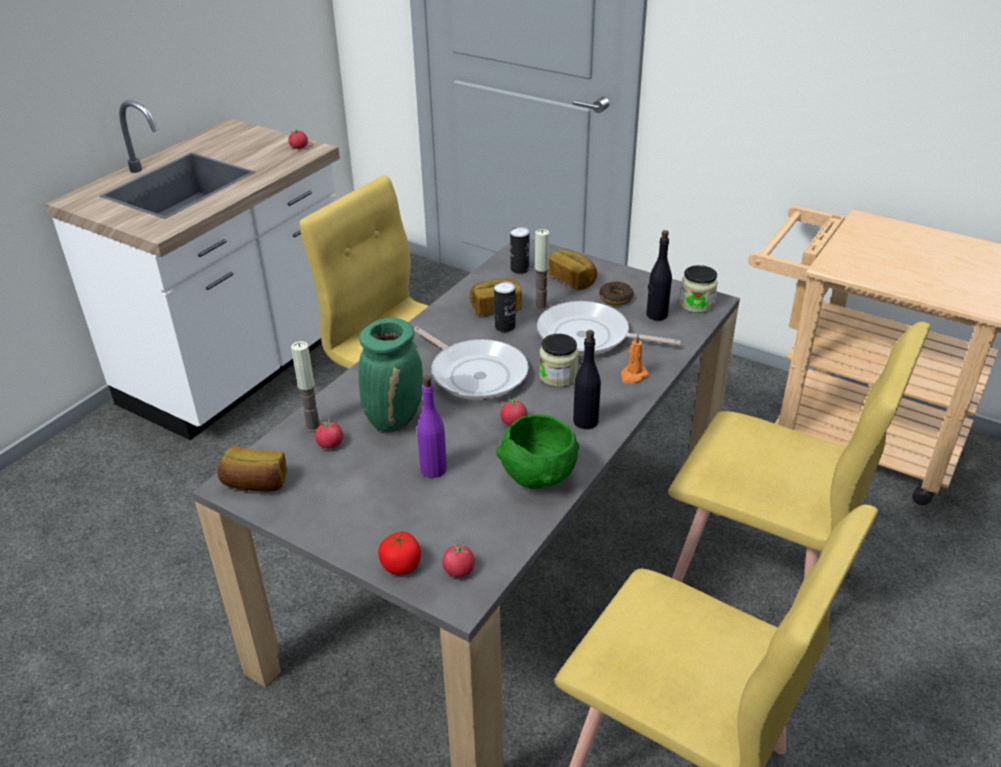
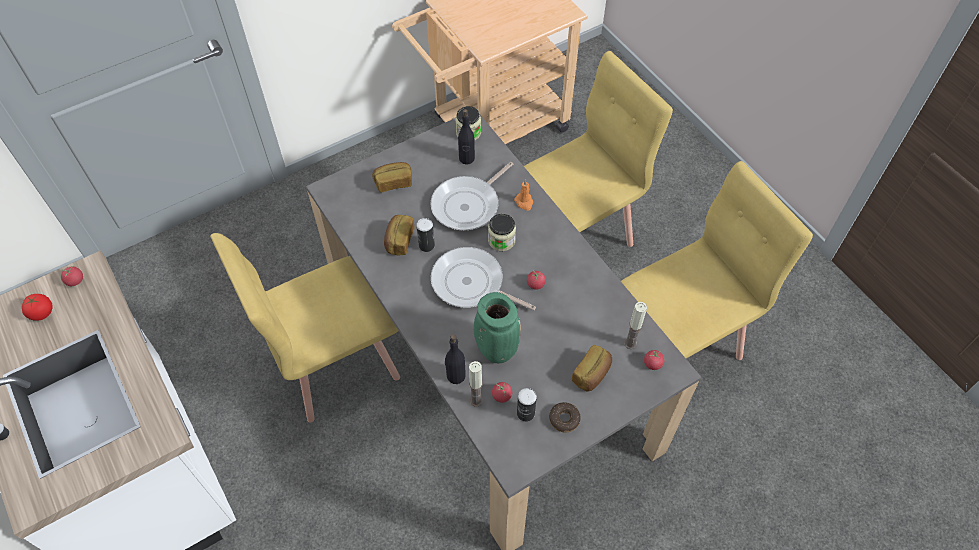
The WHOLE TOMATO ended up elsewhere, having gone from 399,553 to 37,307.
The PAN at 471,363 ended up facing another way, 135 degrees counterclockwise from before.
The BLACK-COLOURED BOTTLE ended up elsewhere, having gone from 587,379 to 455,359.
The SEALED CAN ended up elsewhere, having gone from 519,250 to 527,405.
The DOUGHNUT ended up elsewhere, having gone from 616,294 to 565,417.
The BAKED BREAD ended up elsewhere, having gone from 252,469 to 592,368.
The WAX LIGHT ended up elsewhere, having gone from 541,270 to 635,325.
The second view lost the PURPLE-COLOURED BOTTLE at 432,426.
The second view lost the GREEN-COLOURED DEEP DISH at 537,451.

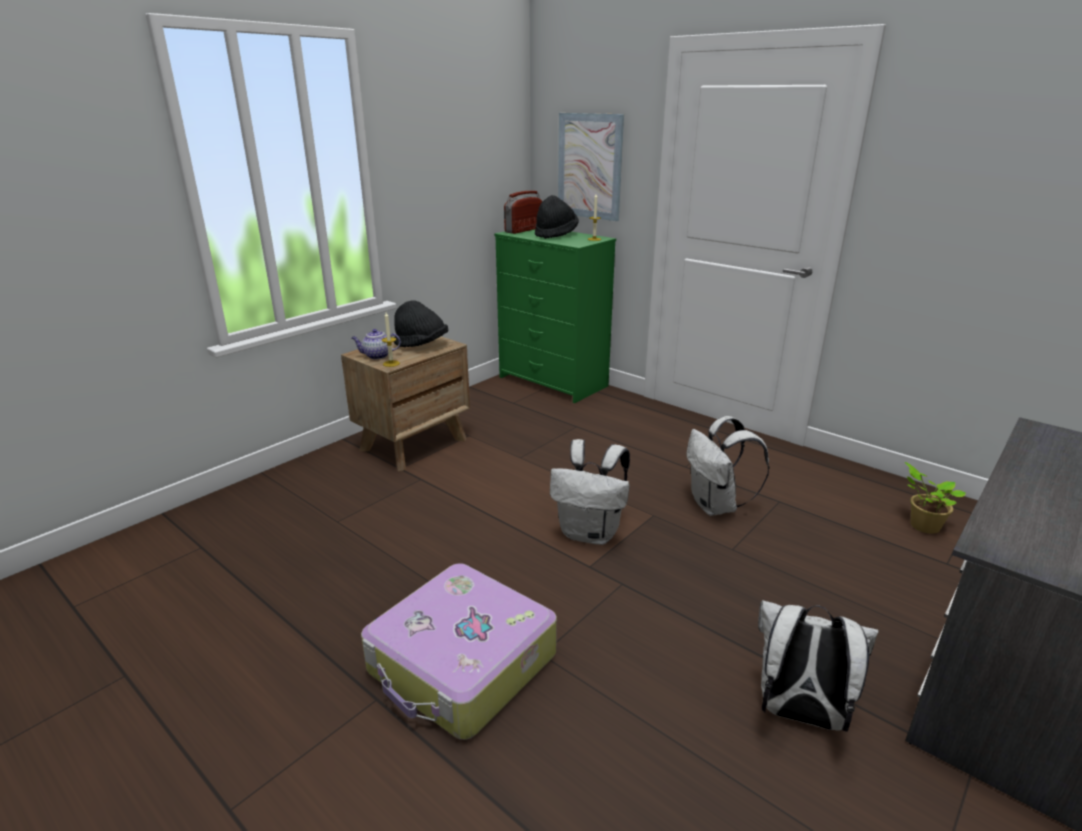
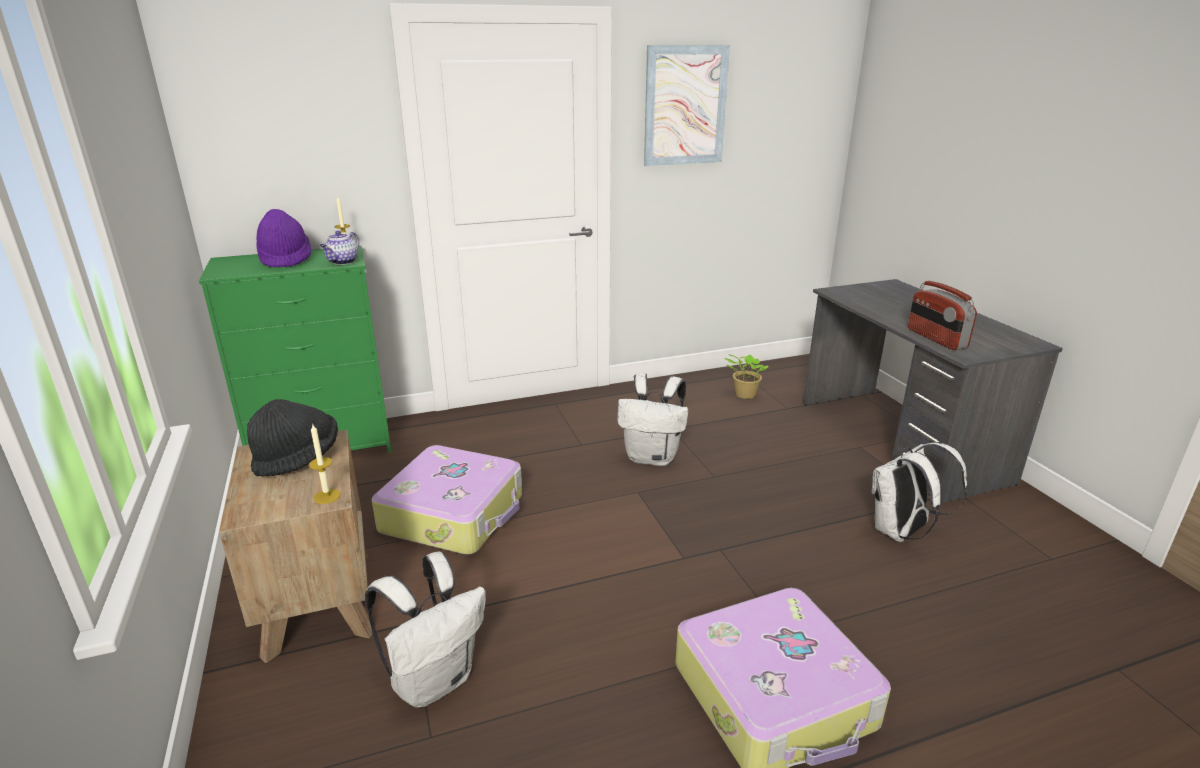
What was the BLACK-COLOURED HAT at 557,217 turned into the PURPLE-COLOURED HAT at 284,238.
The TEAPOT ended up elsewhere, having gone from 376,344 to 339,248.
The WHITE-COLOURED KNAPSACK ended up elsewhere, having gone from 590,492 to 425,629.
The second view gained the PIECE OF LUGGAGE at 447,500.
The WALL ART ended up elsewhere, having gone from 591,167 to 687,105.
The RADIO RECEIVER ended up elsewhere, having gone from 523,212 to 942,315.

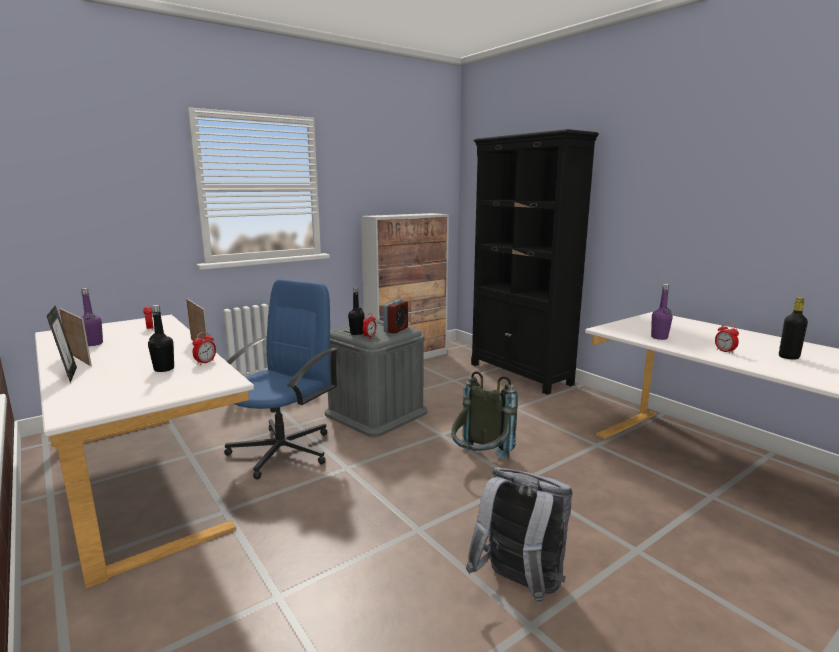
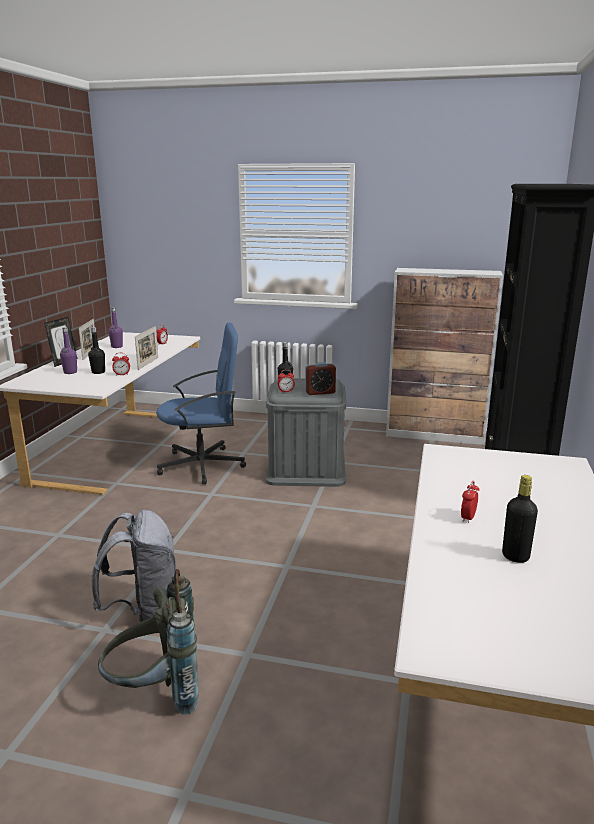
The PURPLE-COLOURED BOTTLE ended up elsewhere, having gone from 662,312 to 68,350.
The GREY KNAPSACK ended up elsewhere, having gone from 484,415 to 148,642.

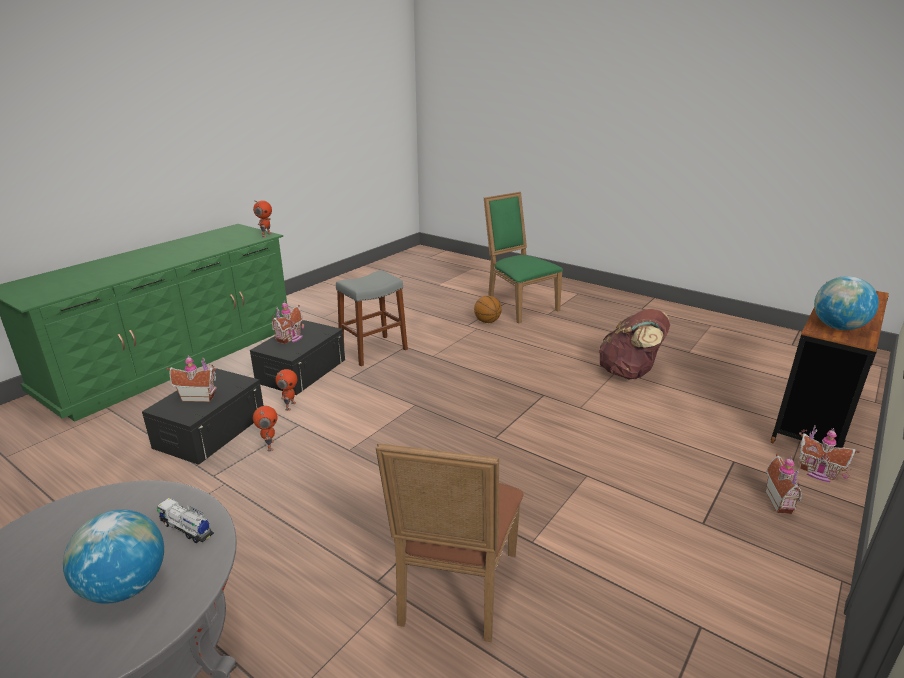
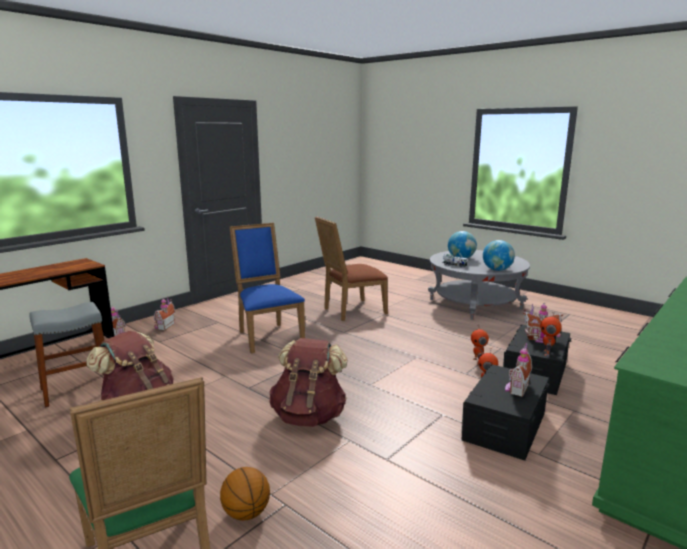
The GREY SITTING STOOL ended up elsewhere, having gone from 372,318 to 67,354.
The second view gained the BLUE CHAIR at 267,288.
The second view gained the BROWN-COLOURED KNAPSACK at 308,382.
The BROWN-COLOURED CHAIR at 449,542 ended up facing another way, 135 degrees counterclockwise from before.
The GLOBE ended up elsewhere, having gone from 846,303 to 499,255.
The MODEL ROBOT ended up elsewhere, having gone from 262,218 to 551,333.

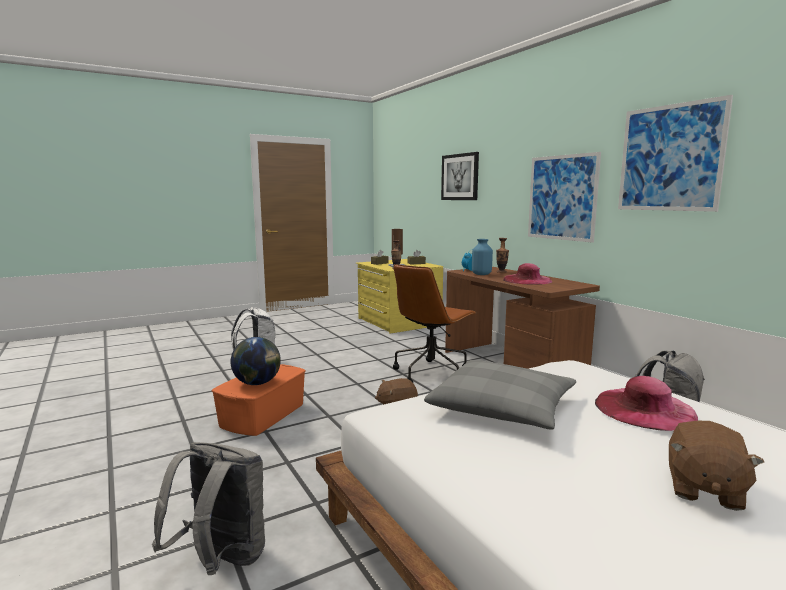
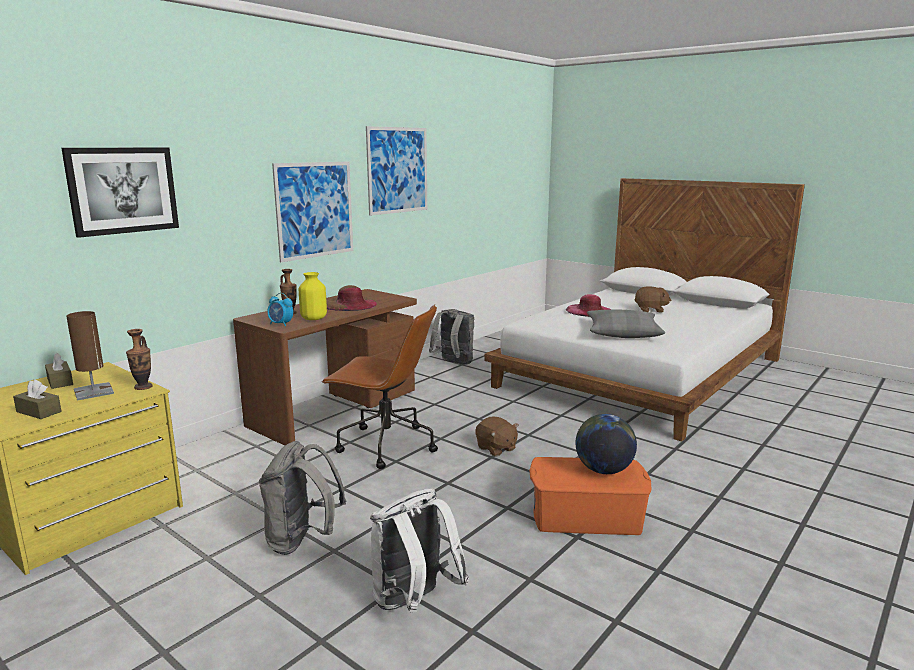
The GREY KNAPSACK ended up elsewhere, having gone from 208,508 to 302,498.
What was the BLUE FLOWER VASE at 482,257 turned into the YELLOWISH FLOWER VASE at 313,296.
What was the PINKISH HAT at 527,274 turned into the BROWN-COLOURED HAT at 351,298.

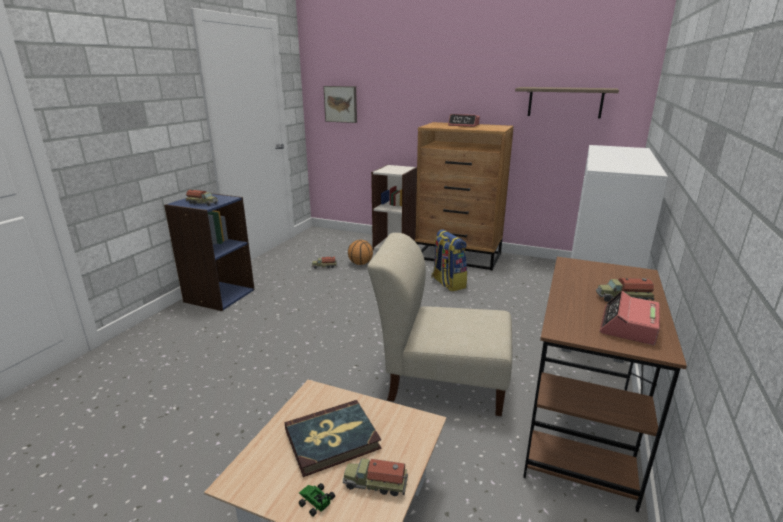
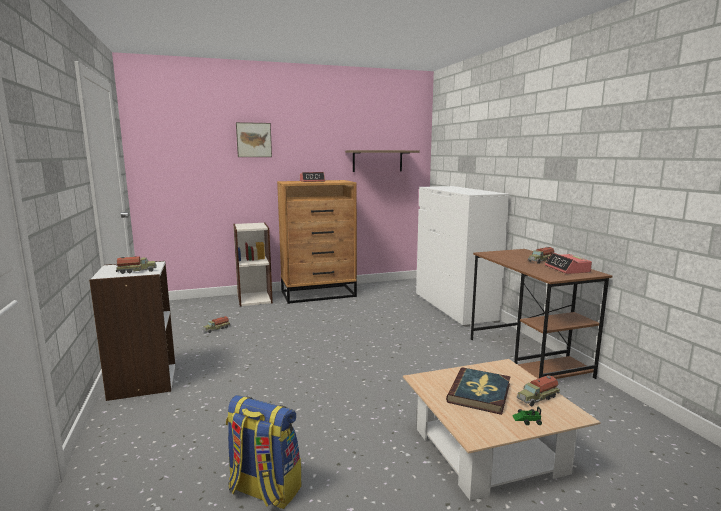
What was the BLUE BOOKCASE at 209,252 turned into the WHITE-COLOURED BOOKCASE at 132,331.
The KNAPSACK ended up elsewhere, having gone from 449,260 to 263,452.
The WALL ART ended up elsewhere, having gone from 340,104 to 254,139.
The second view lost the BASKETBALL BALL at 360,252.
The second view lost the SAND-COLOURED CHAIR at 439,324.

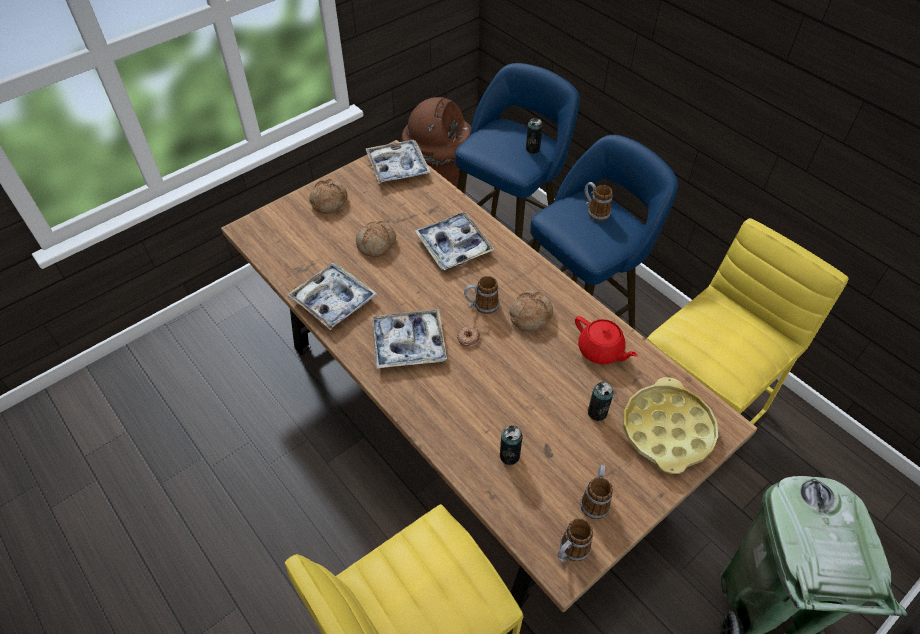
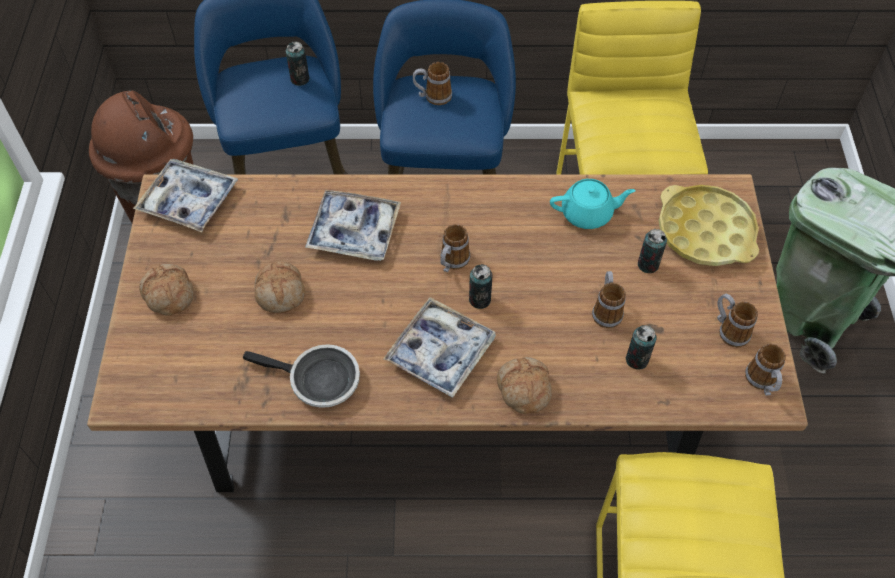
Where the SERVING TRAY stood at 332,296, the PAN came to stand at 301,376.
Where the DOUGHNUT stood at 468,336, the SEALED CAN came to stand at 480,286.
The BAKED BREAD ended up elsewhere, having gone from 531,311 to 524,385.
What was the RED TEAPOT at 606,340 turned into the TURQUOISE-COLOURED TEAPOT at 593,204.
The second view gained the TEA MUG at 609,299.

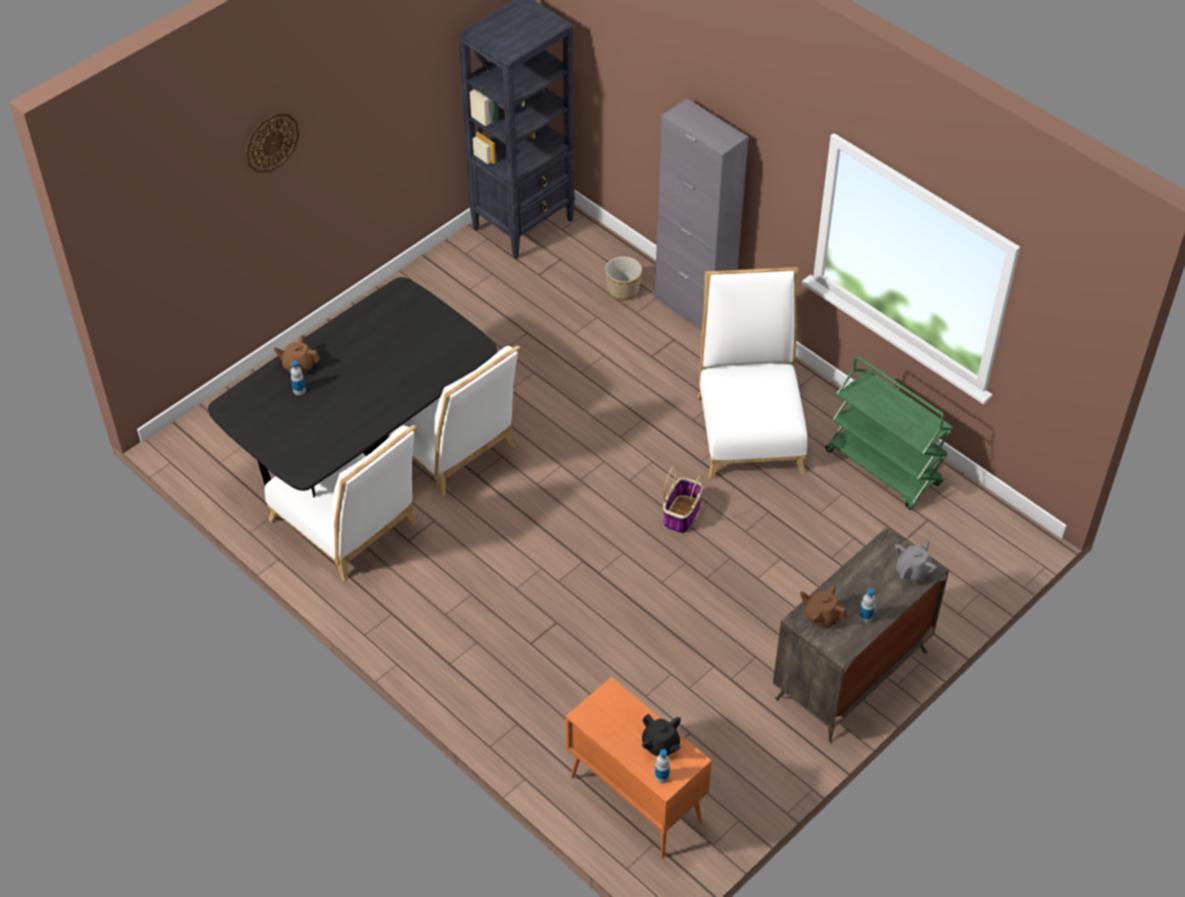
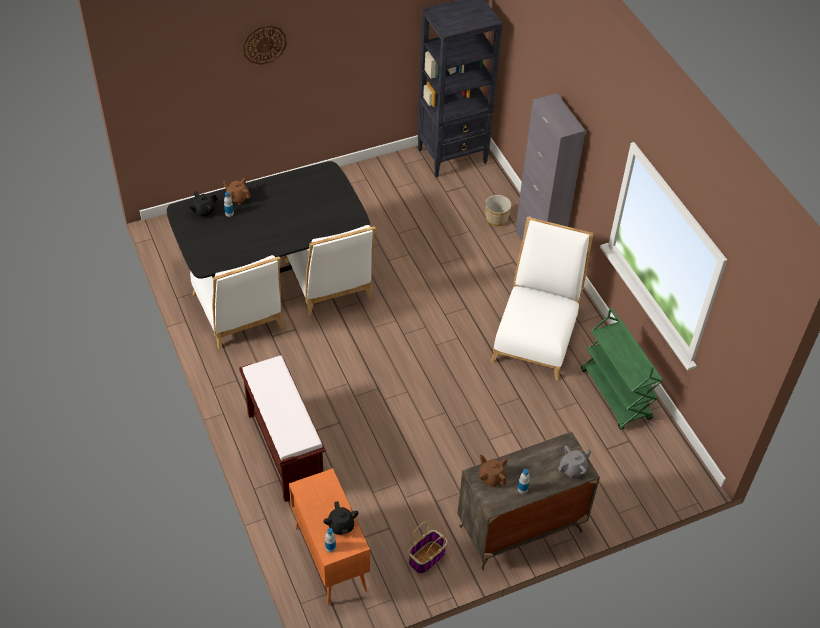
The second view gained the BLACK-COLOURED TEAPOT at 203,204.
The second view gained the BROWN-COLOURED INDOOR BENCH at 282,428.
The HOUSEHOLD BASKET ended up elsewhere, having gone from 683,499 to 428,547.

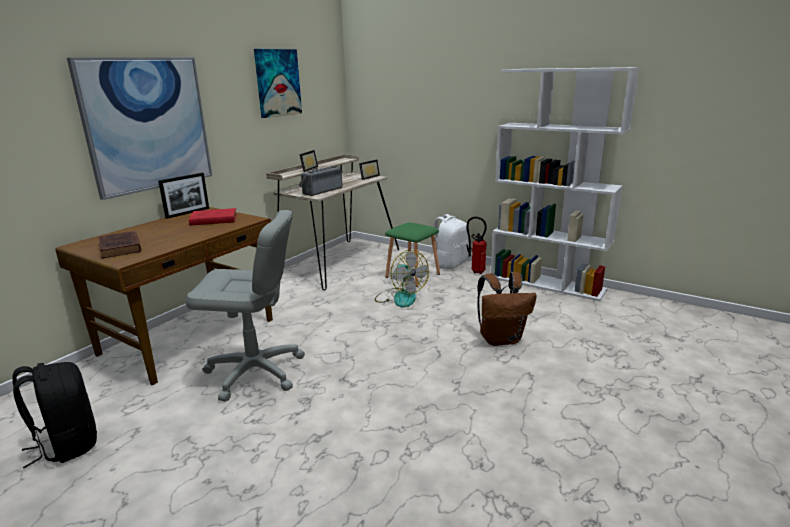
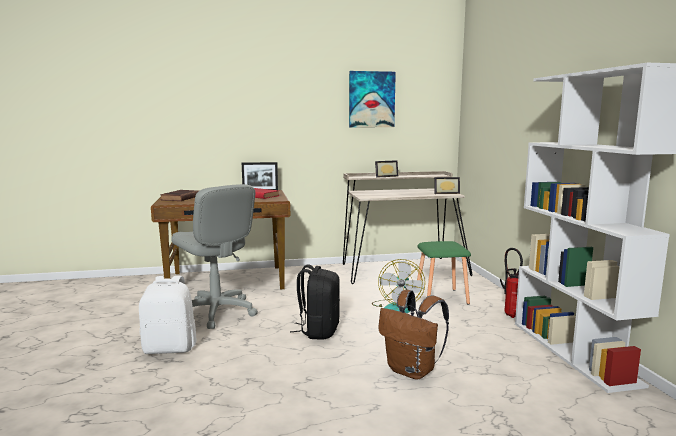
The WHITE-COLOURED KNAPSACK ended up elsewhere, having gone from 449,242 to 168,315.
The BLACK-COLOURED KNAPSACK ended up elsewhere, having gone from 54,415 to 315,302.
The second view lost the WALL ART at 139,128.
The second view lost the RADIO RECEIVER at 321,181.

